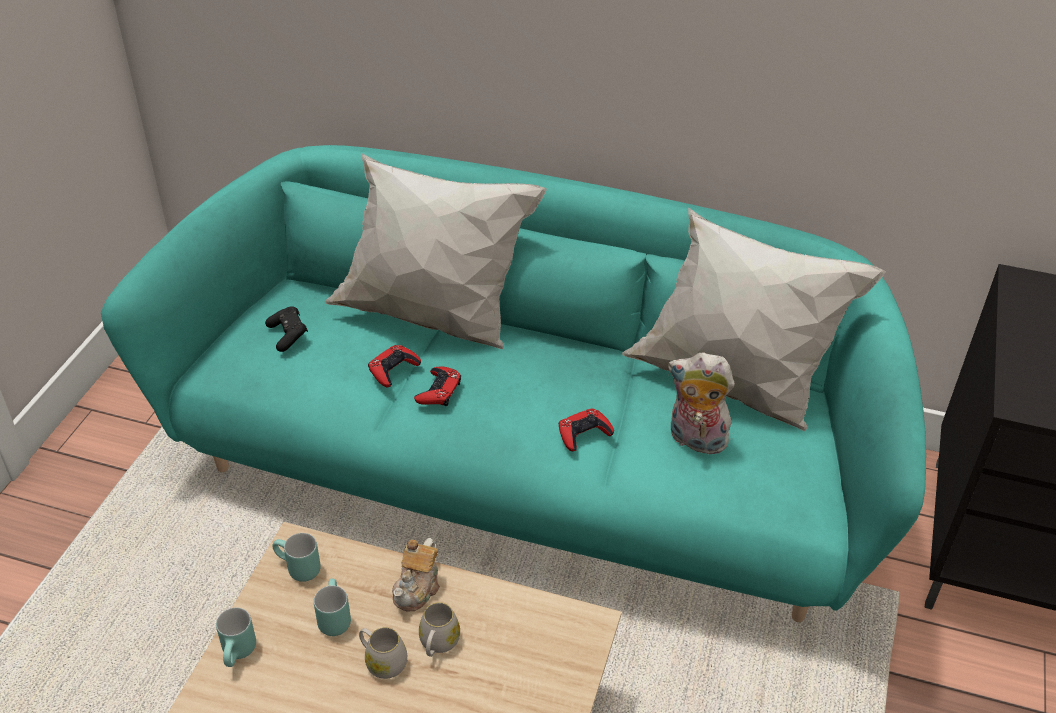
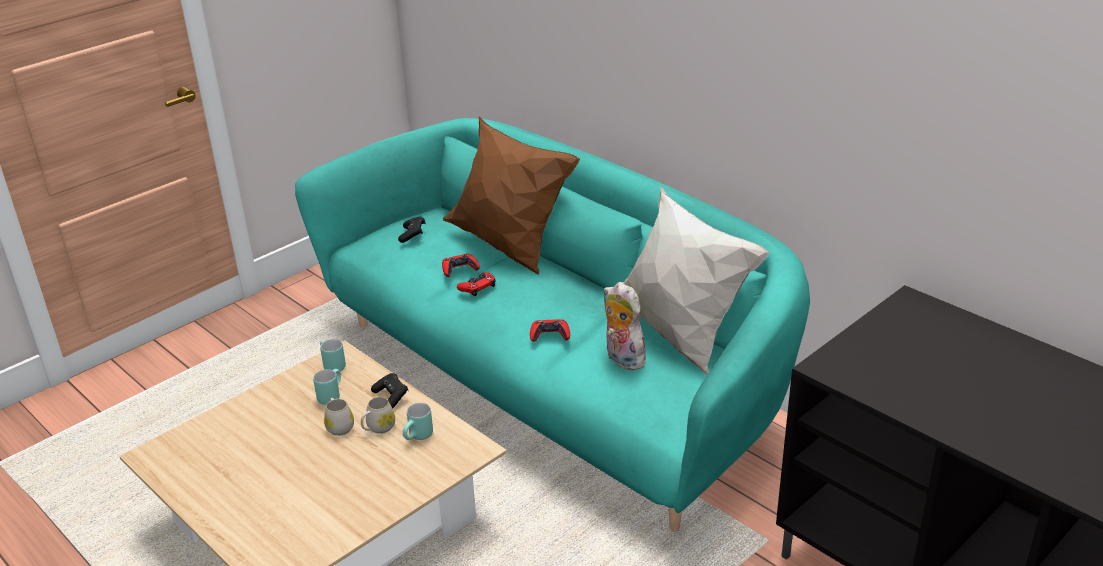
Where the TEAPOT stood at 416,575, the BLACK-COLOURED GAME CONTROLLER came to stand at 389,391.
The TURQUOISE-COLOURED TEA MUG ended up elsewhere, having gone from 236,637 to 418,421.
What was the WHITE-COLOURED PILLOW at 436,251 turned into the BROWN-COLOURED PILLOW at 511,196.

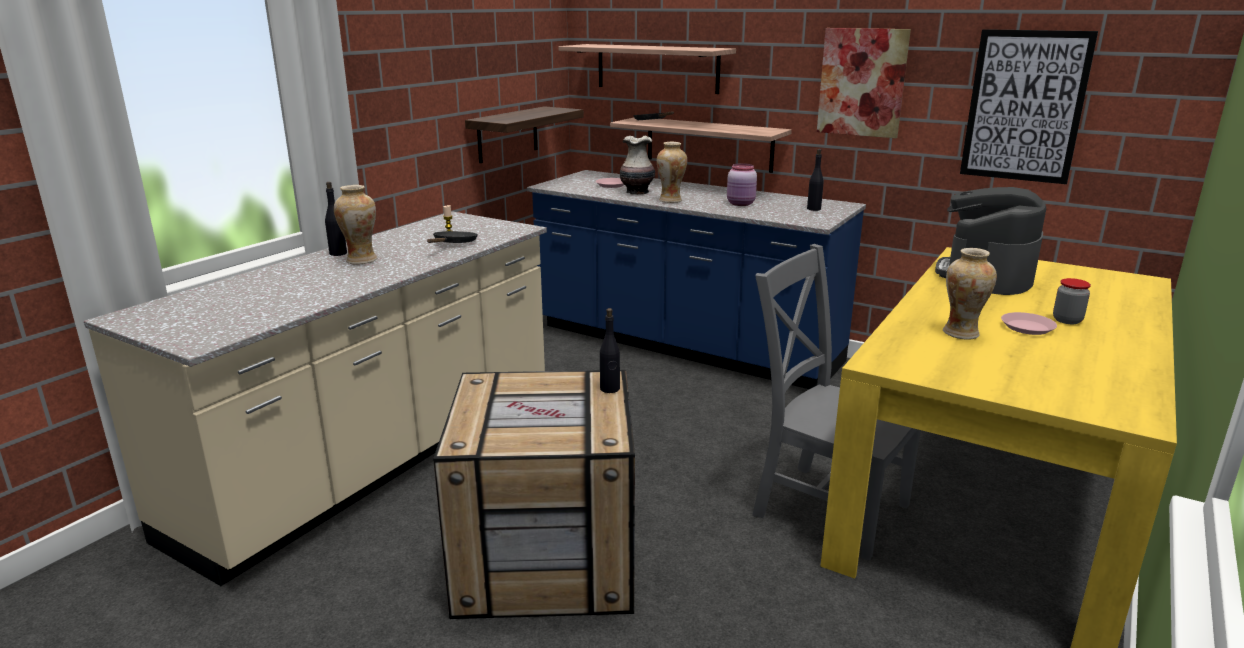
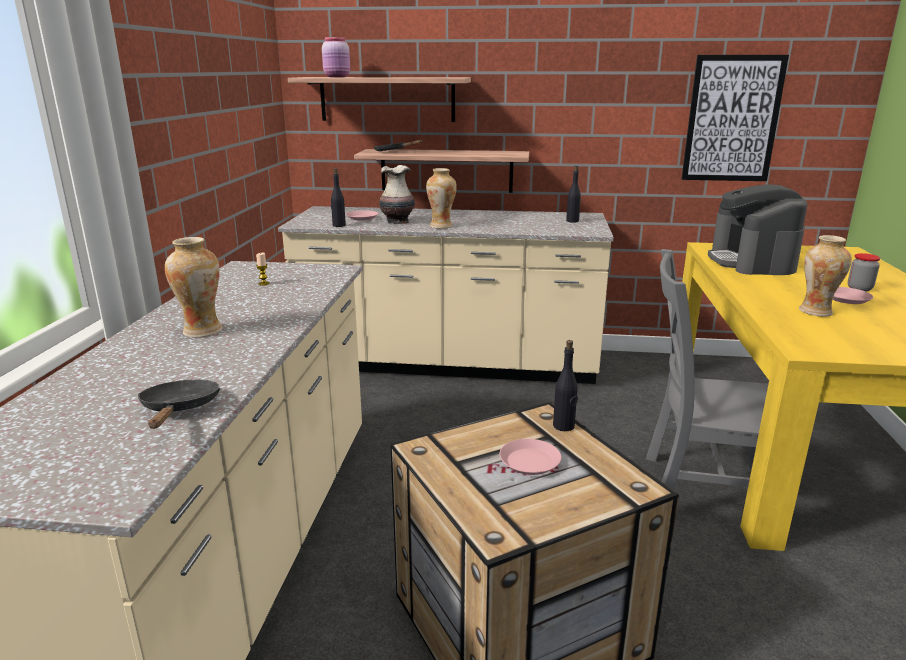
The BLACK-COLOURED PAN ended up elsewhere, having gone from 452,237 to 179,404.
What was the BLUE KITCHEN COUNTER at 696,279 turned into the SAND-COLOURED KITCHEN COUNTER at 446,295.
The PINKISH PRESERVE JAR ended up elsewhere, having gone from 742,184 to 336,57.
The BLACK-COLOURED BOTTLE ended up elsewhere, having gone from 336,219 to 338,198.
The second view gained the PINKISH DINNER PLATE at 530,457.
The second view lost the SHELF at 524,134.
The second view lost the WALL ART at 864,83.

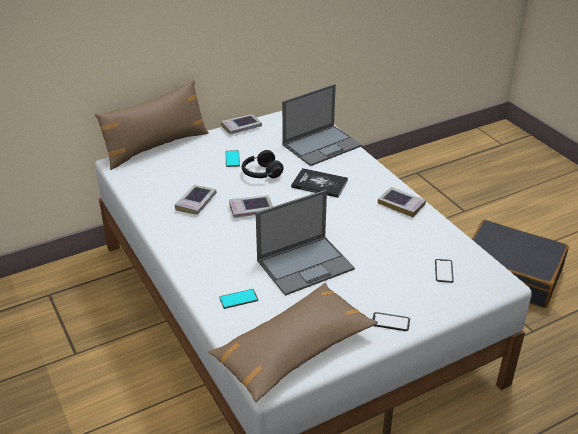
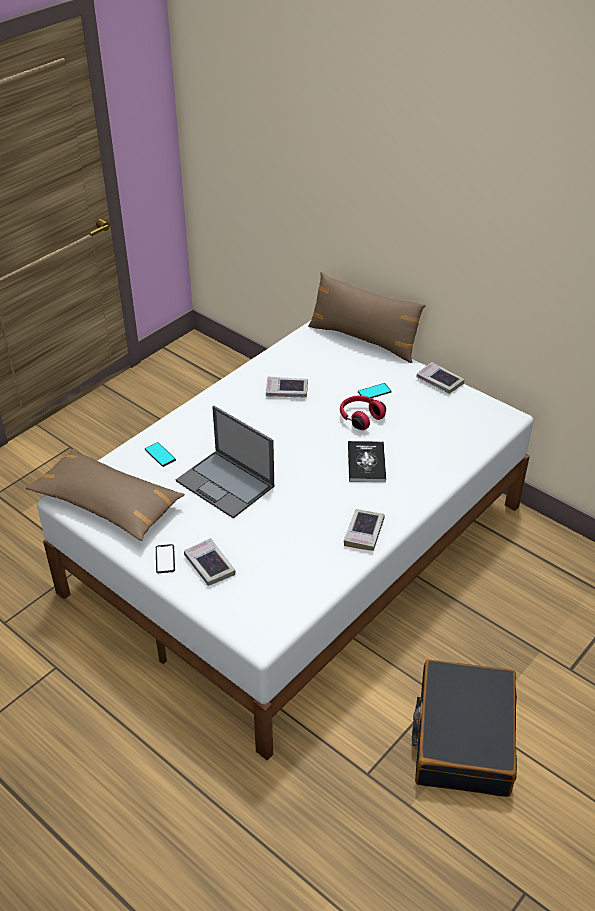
The VOLUME ended up elsewhere, having gone from 251,206 to 209,562.
What was the BLACK-COLOURED HEADSET at 262,164 turned into the RED HEADSET at 363,413.
The second view lost the NOTEBOOK COMPUTER at 322,125.
The second view lost the TELEPHONE at 444,271.

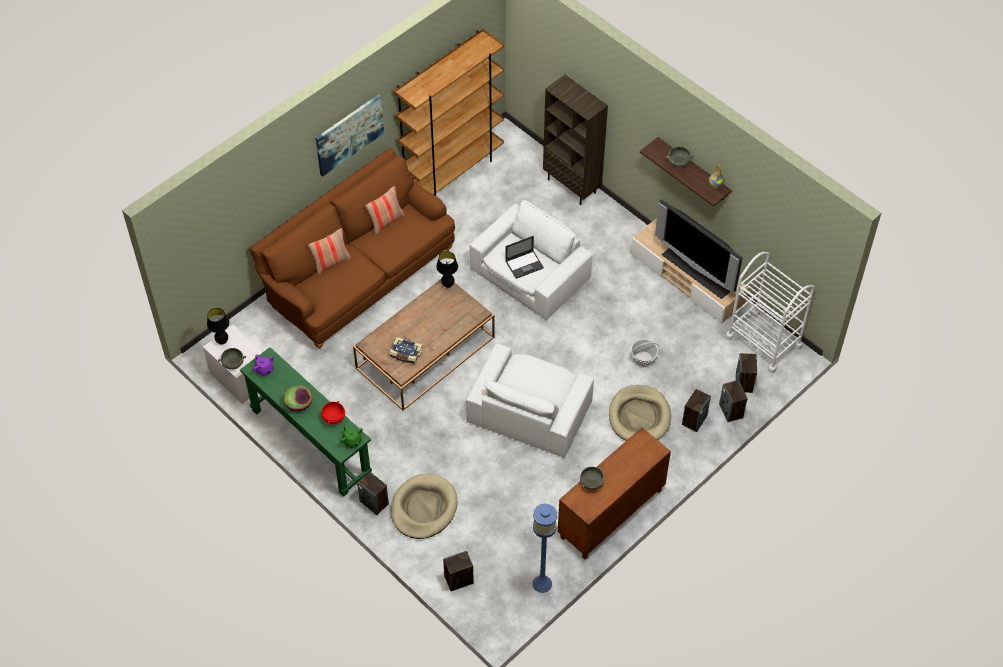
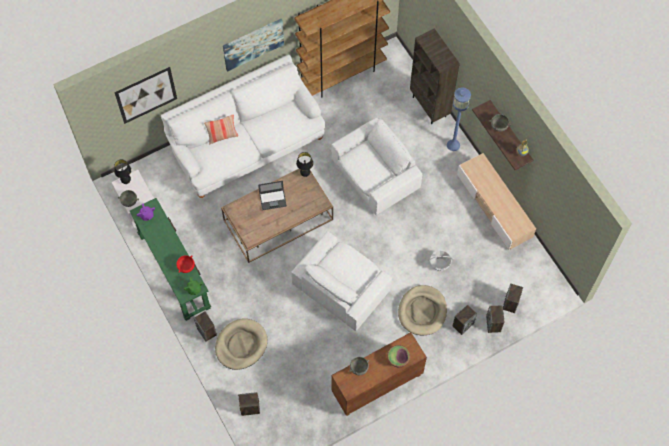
The second view gained the WALL ART at 145,95.
What was the BROWN-COLOURED COUCH at 352,248 turned into the WHITE-COLOURED COUCH at 243,126.
The NOTEBOOK COMPUTER ended up elsewhere, having gone from 524,257 to 272,195.
The DEEP DISH ended up elsewhere, having gone from 298,398 to 398,356.
The BLUE FLOOR LAMP ended up elsewhere, having gone from 544,548 to 459,119.
The second view lost the PILLOW at 385,210.
The second view lost the VOLUME at 406,351.
The second view lost the TV at 699,249.
The second view lost the WHITE-COLOURED TROLLEY at 770,312.

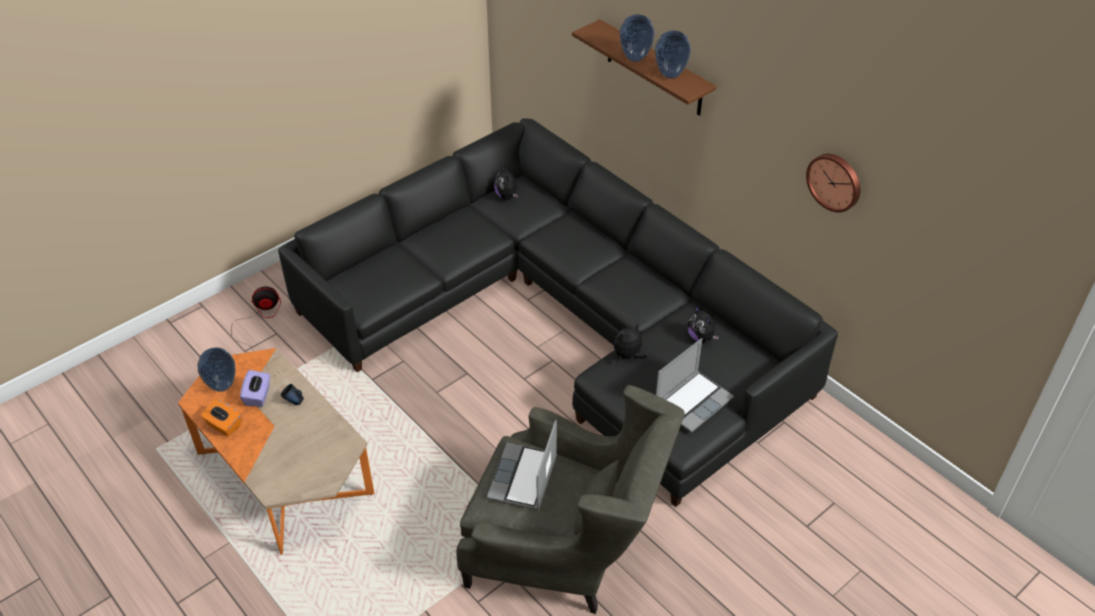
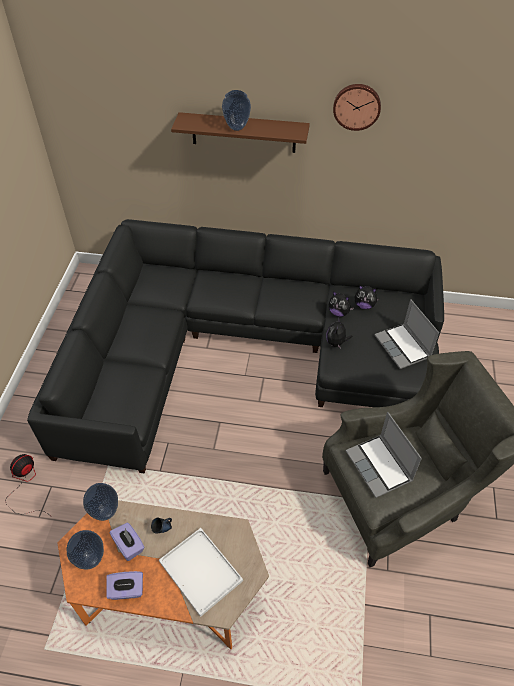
The FLOWER VASE ended up elsewhere, having gone from 673,54 to 100,502.
What was the ORANGEY TISSUE HOLDER at 221,417 turned into the PURPLE-COLOURED TISSUE HOLDER at 124,585.
The second view gained the WHITE-COLOURED SERVING TRAY at 201,572.
The CUDDLY TOY ended up elsewhere, having gone from 507,182 to 341,304.
The CLOCK ON THE WALL ended up elsewhere, having gone from 833,183 to 357,107.
The NOTEBOOK COMPUTER at 695,385 ended up facing another way, 150 degrees clockwise from before.

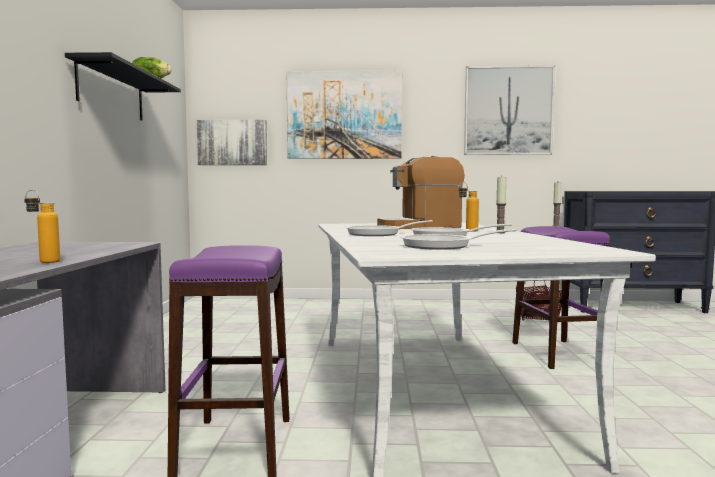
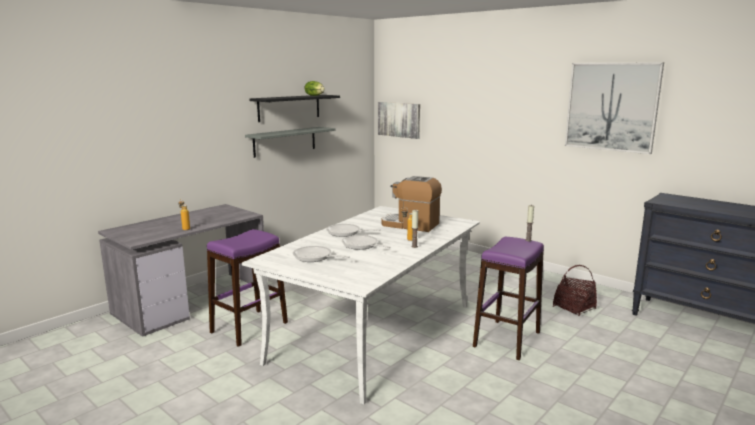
The second view gained the GREY SHELF at 290,142.
The second view lost the WALL ART at 344,114.

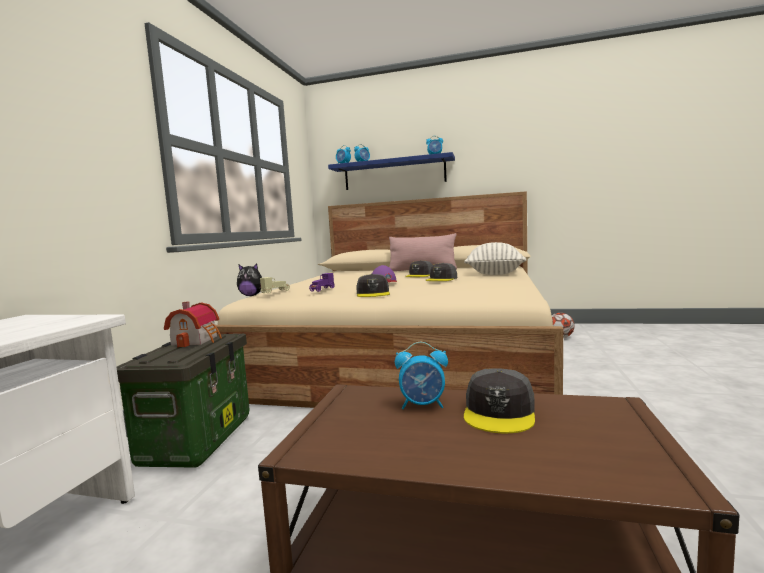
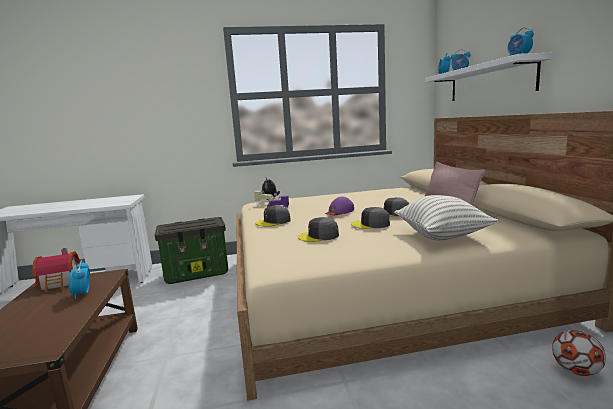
The TOY HOUSE ended up elsewhere, having gone from 193,324 to 56,270.
The GREY CAP ended up elsewhere, having gone from 499,400 to 318,229.
What was the BLUE SHELF at 391,171 turned into the WHITE-COLOURED SHELF at 488,77.

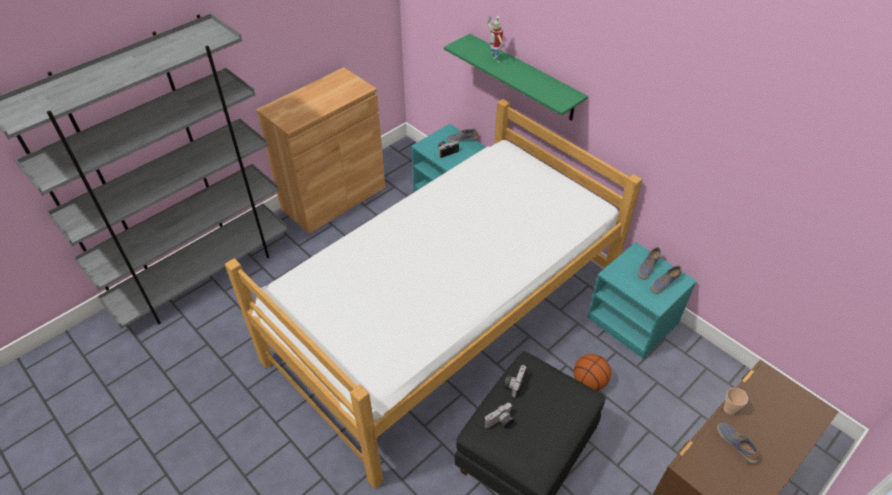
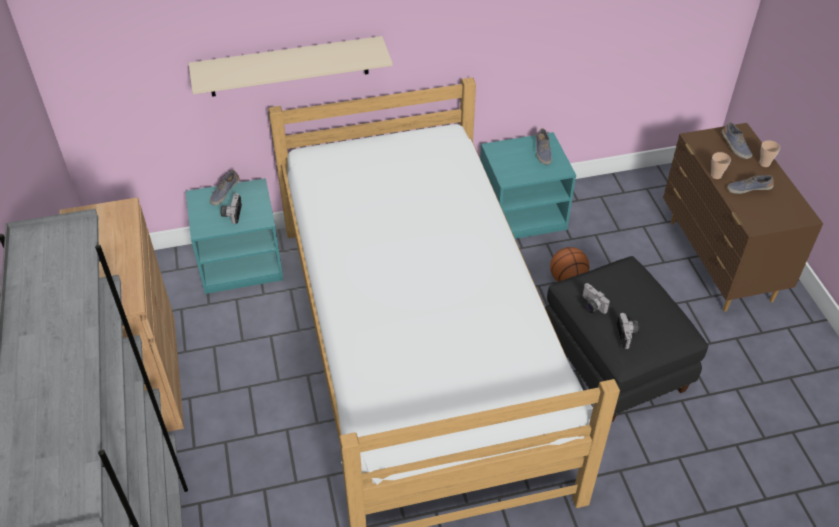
What was the GREEN-COLOURED SHELF at 516,77 turned into the SAND-COLOURED SHELF at 290,66.
The SHOE ended up elsewhere, having gone from 649,263 to 737,140.
The second view gained the DRINKING CUP at 770,153.
The second view lost the MODEL ROBOT at 495,39.

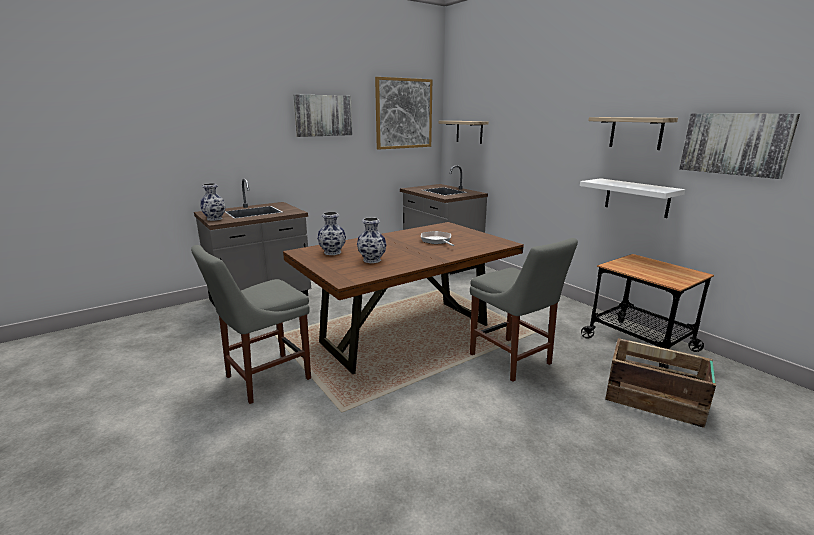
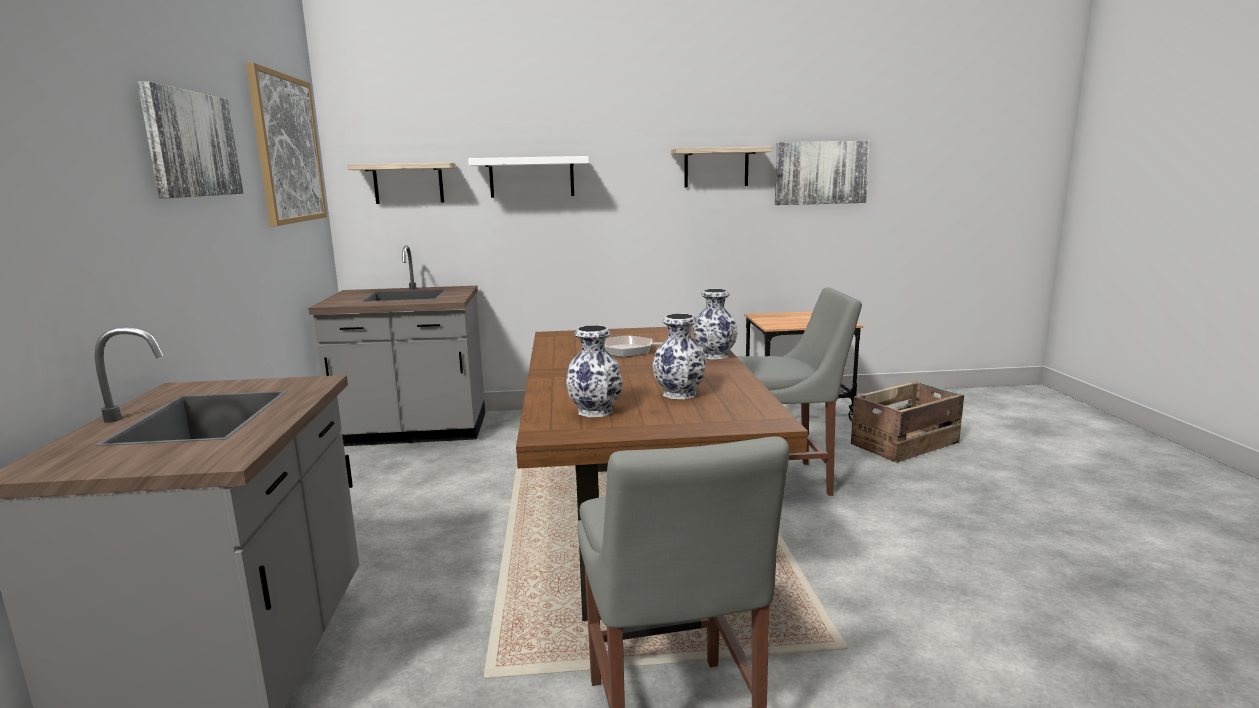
The WHITE-COLOURED SHELF ended up elsewhere, having gone from 632,198 to 528,177.
The FLOWER VASE ended up elsewhere, having gone from 213,202 to 715,324.

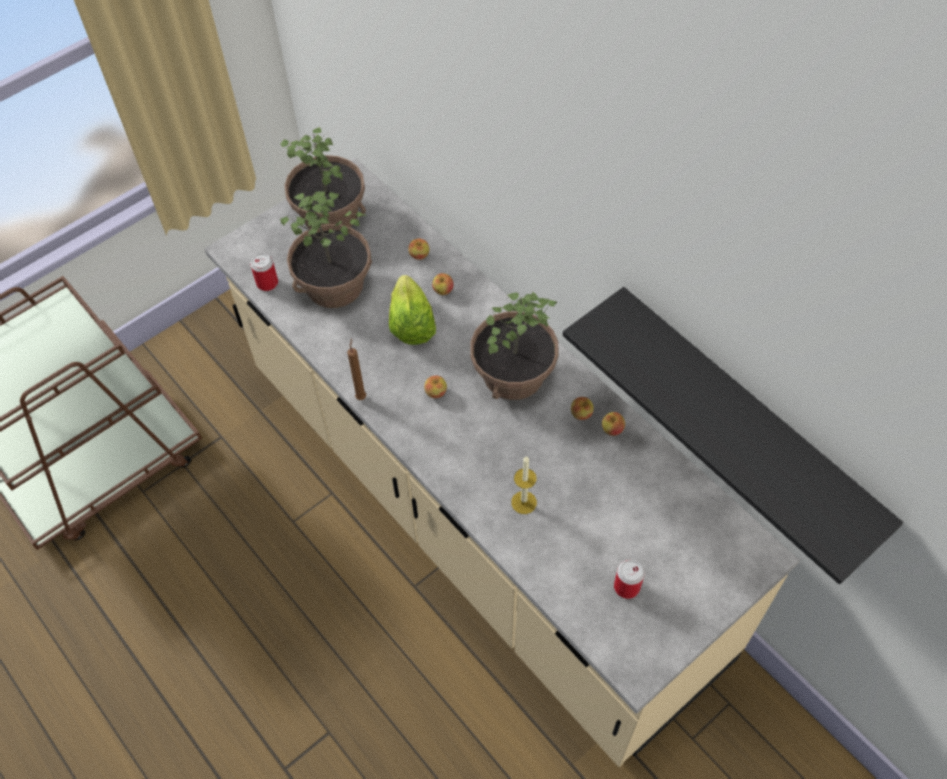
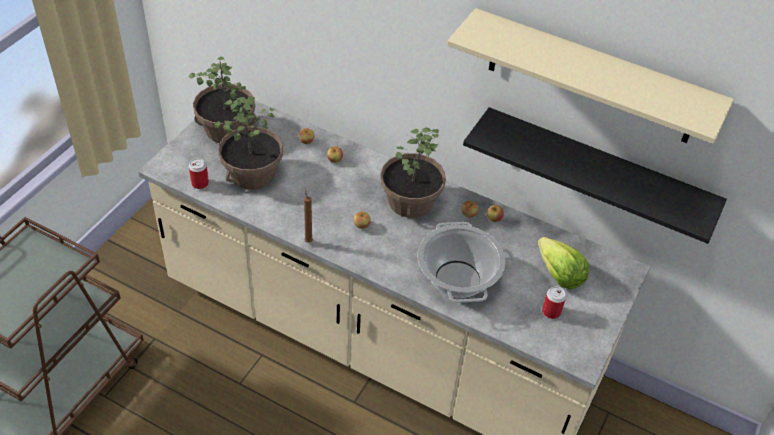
Where the WAX LIGHT stood at 524,485, the STOCKPOT came to stand at 461,262.
The second view gained the SAND-COLOURED SHELF at 590,76.
The LETTUCE HEAD ended up elsewhere, having gone from 412,310 to 563,263.

